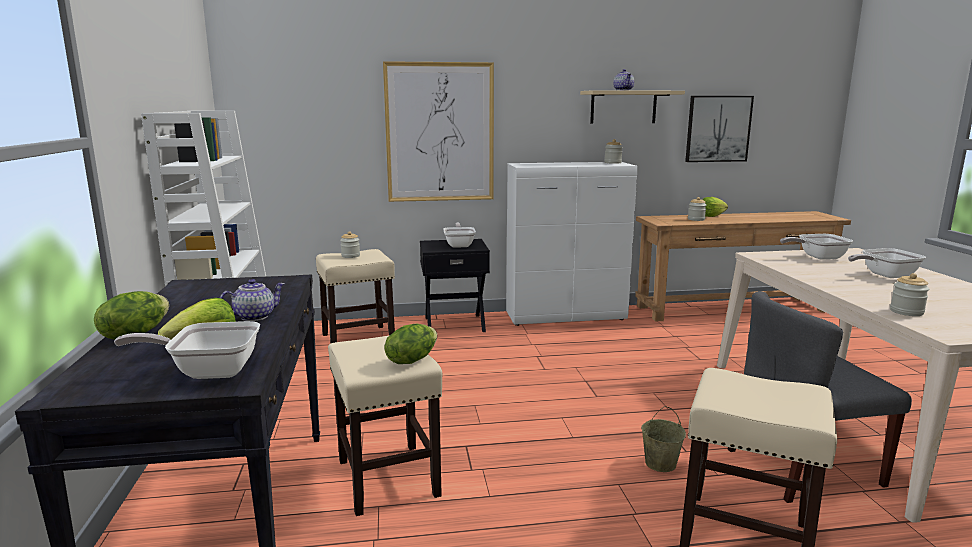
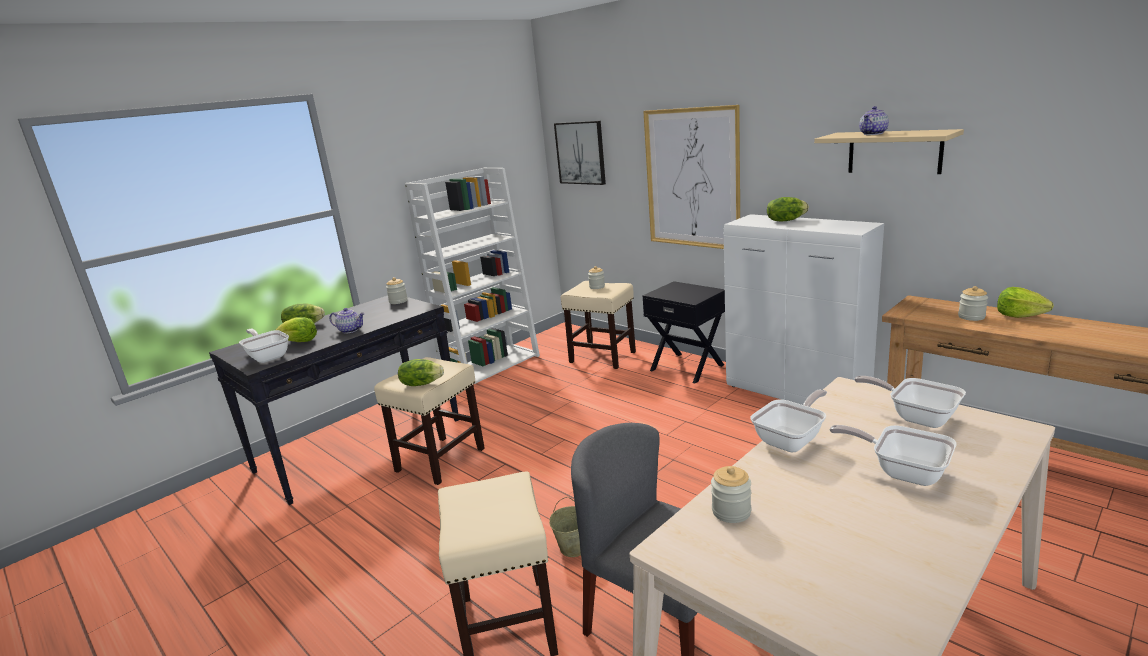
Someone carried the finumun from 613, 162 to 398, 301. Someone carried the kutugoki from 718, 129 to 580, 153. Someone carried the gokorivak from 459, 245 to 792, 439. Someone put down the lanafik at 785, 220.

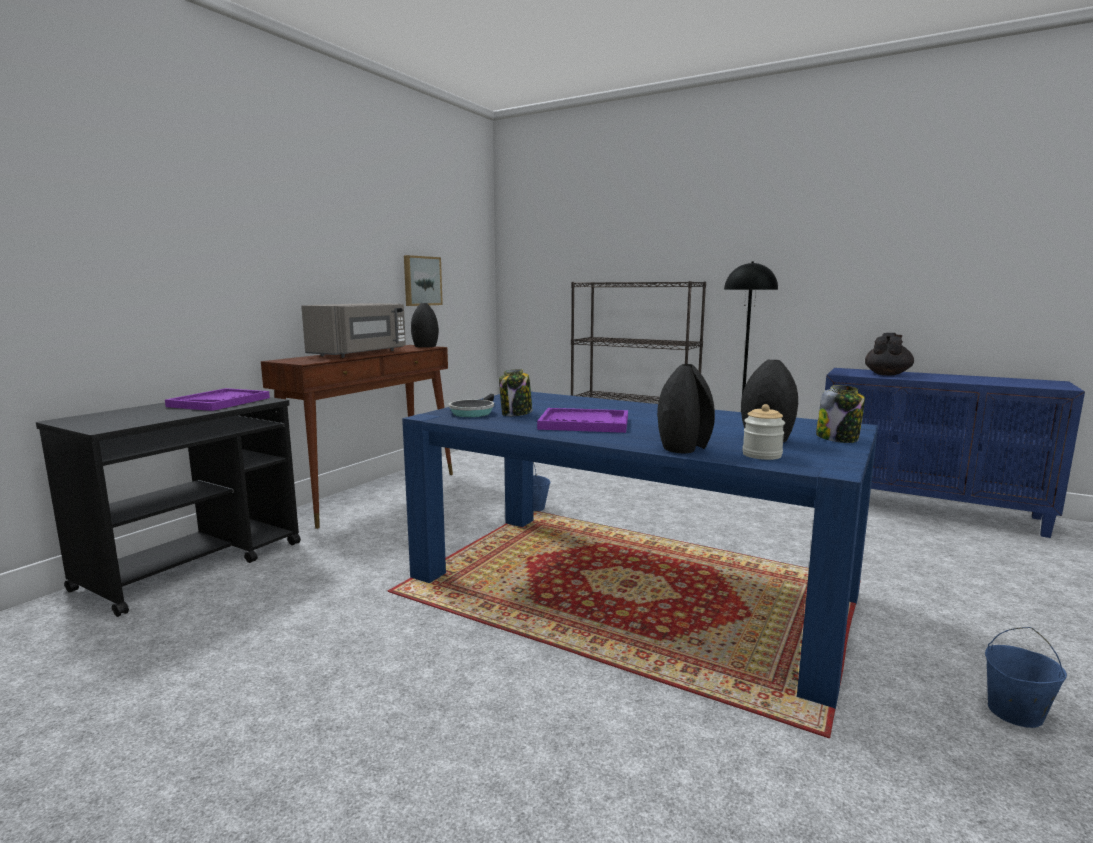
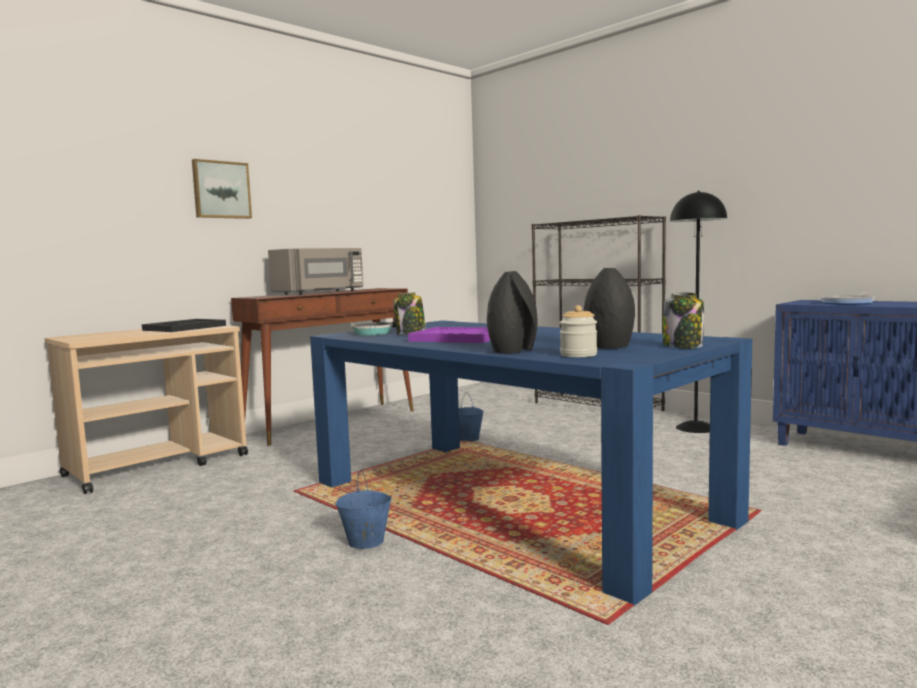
Someone repainted the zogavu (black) at 195, 565, which became the zogavu (beige) at 159, 465. Someone repainted the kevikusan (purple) at 219, 402, which became the kevikusan (black) at 185, 328. Someone carried the kutugoki from 421, 281 to 221, 190. Someone carried the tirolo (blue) from 1014, 713 to 365, 542. Someone swapped the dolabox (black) at 887, 374 for the gokorivak at 849, 303. Someone took away the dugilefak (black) at 424, 347.

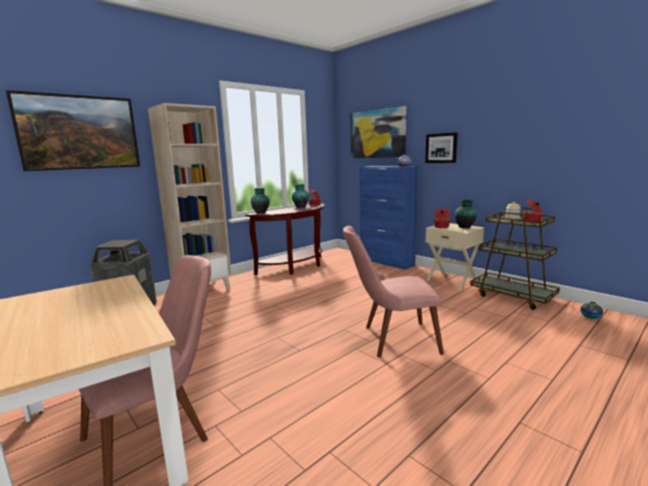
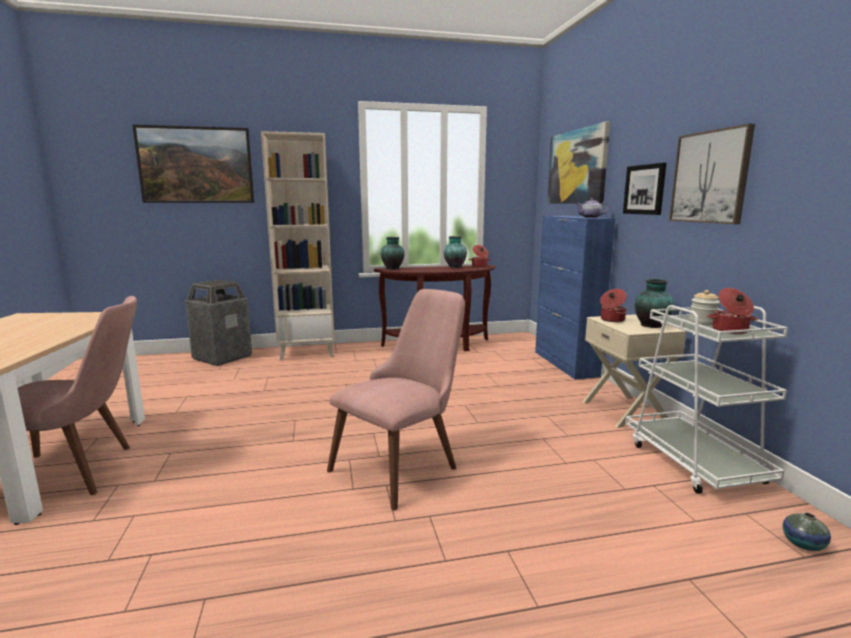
Someone rotated the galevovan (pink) at 390, 340 by 105 degrees clockwise. Someone repainted the zogavu (brown) at 512, 296, which became the zogavu (white) at 693, 462. Someone put up the kutugoki at 710, 177.

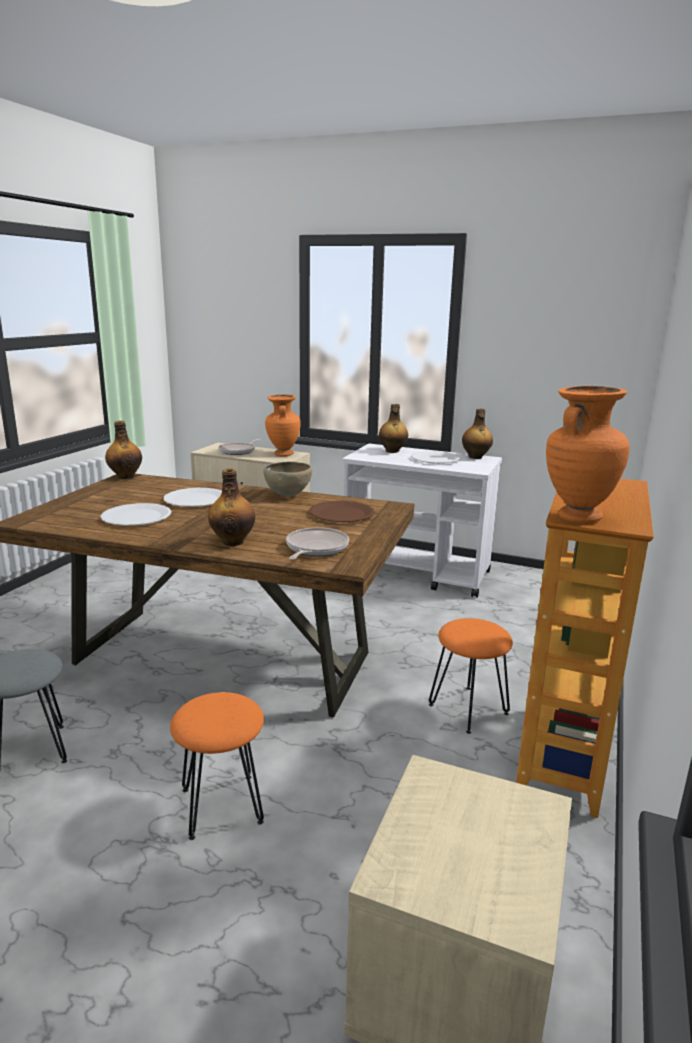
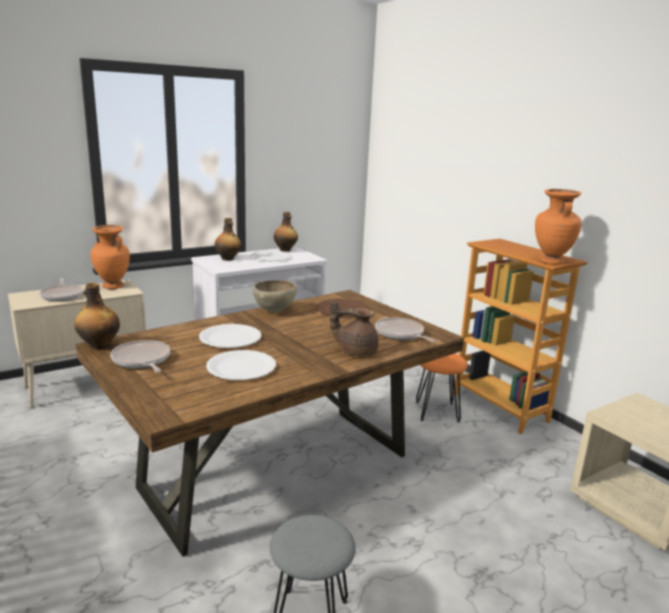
Someone put down the gokorivak at 142, 360. Someone swapped the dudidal at 233, 542 for the dolabox (brown) at 355, 351. Someone took away the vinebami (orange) at 220, 806.

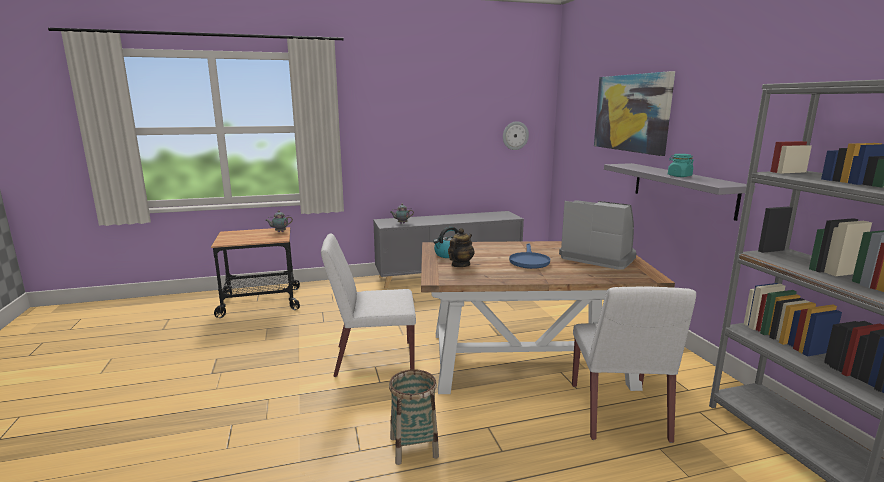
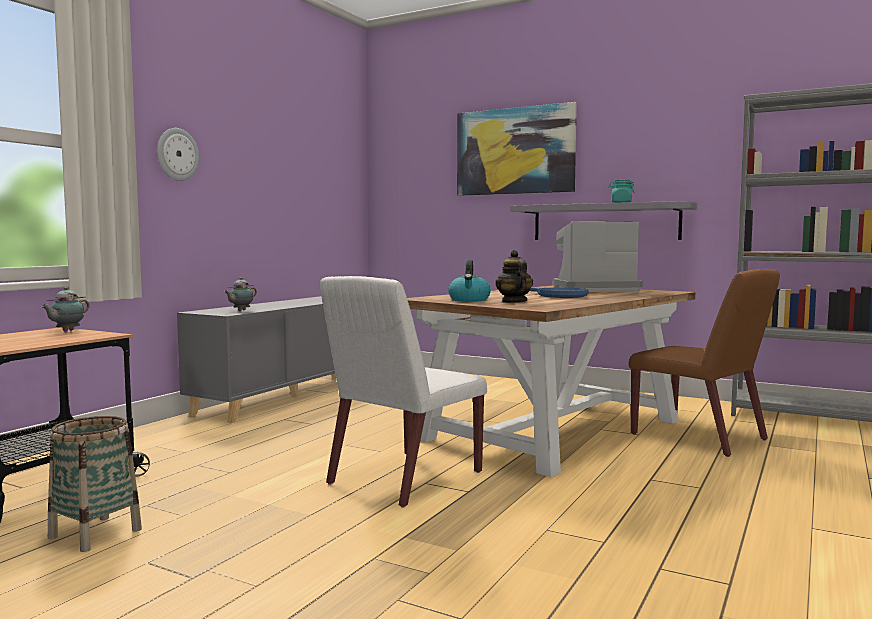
Someone carried the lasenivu from 414, 447 to 95, 533. Someone carried the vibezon from 515, 135 to 177, 154. Someone repainted the galevovan (white) at 618, 412, which became the galevovan (brown) at 700, 437.

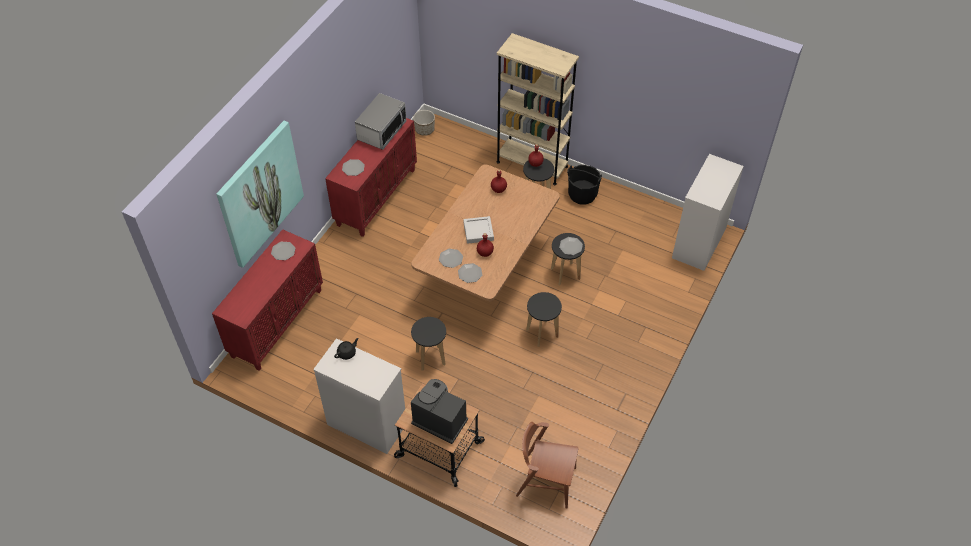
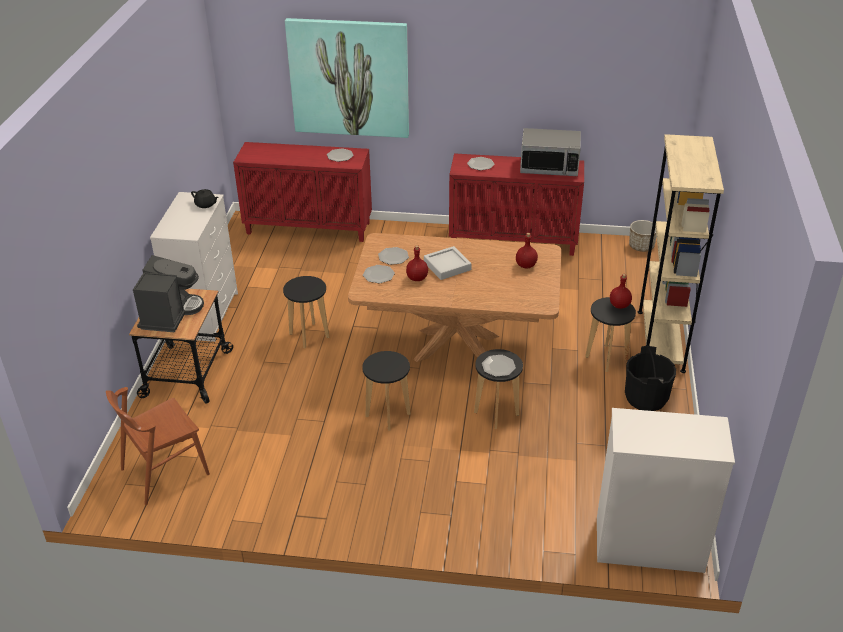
Someone rotated the galevovan (brown) at 546, 481 by 120 degrees counterclockwise.

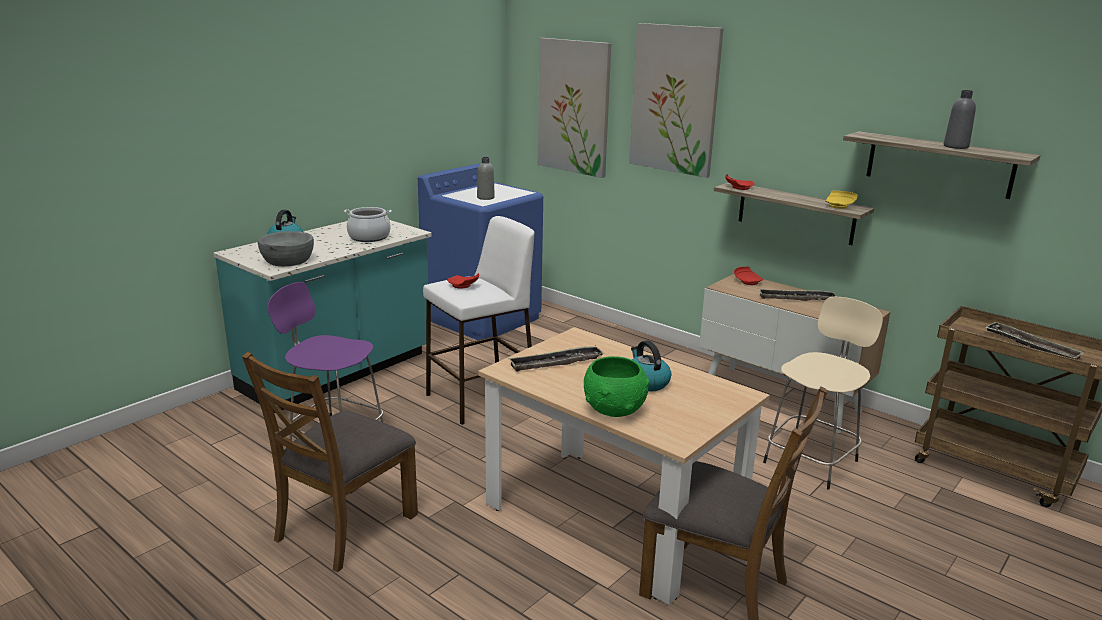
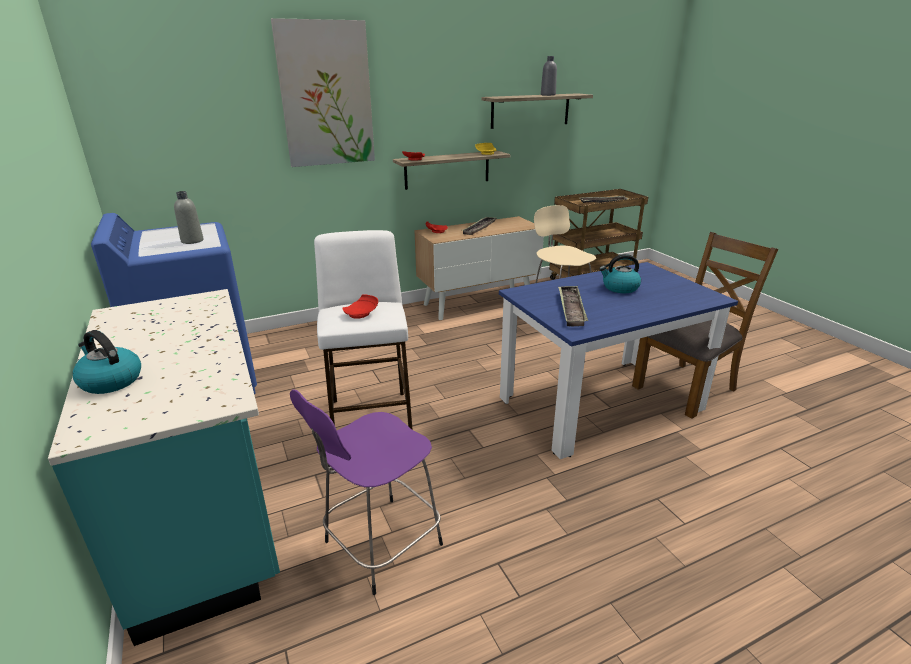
Someone repainted the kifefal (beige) at 612, 519, which became the kifefal (blue) at 600, 404. Someone took away the galevovan (brown) at 344, 527. Someone took away the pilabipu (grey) at 288, 260. Someone took away the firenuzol at 369, 237. Someone took away the kutugoki at 574, 107. Someone took away the pilabipu (green) at 615, 410.

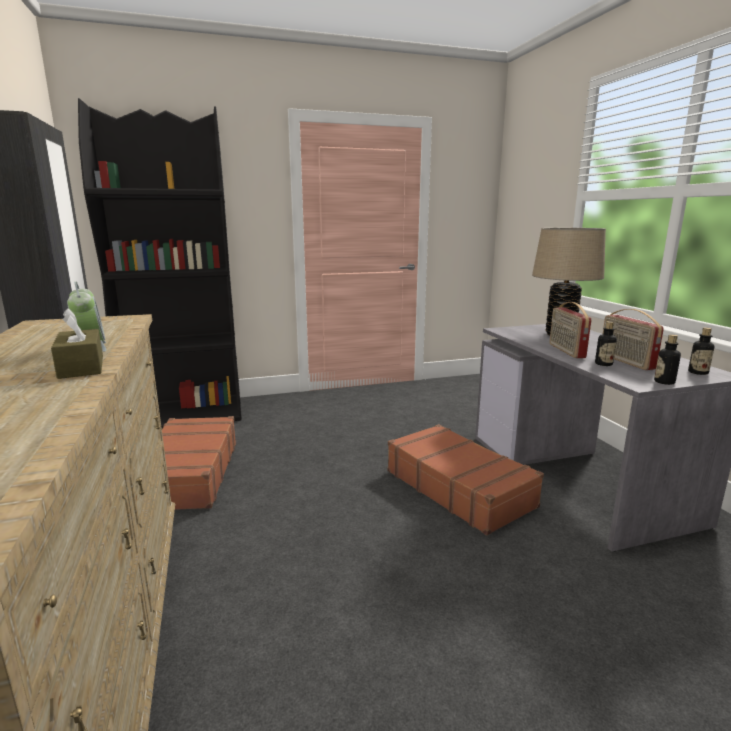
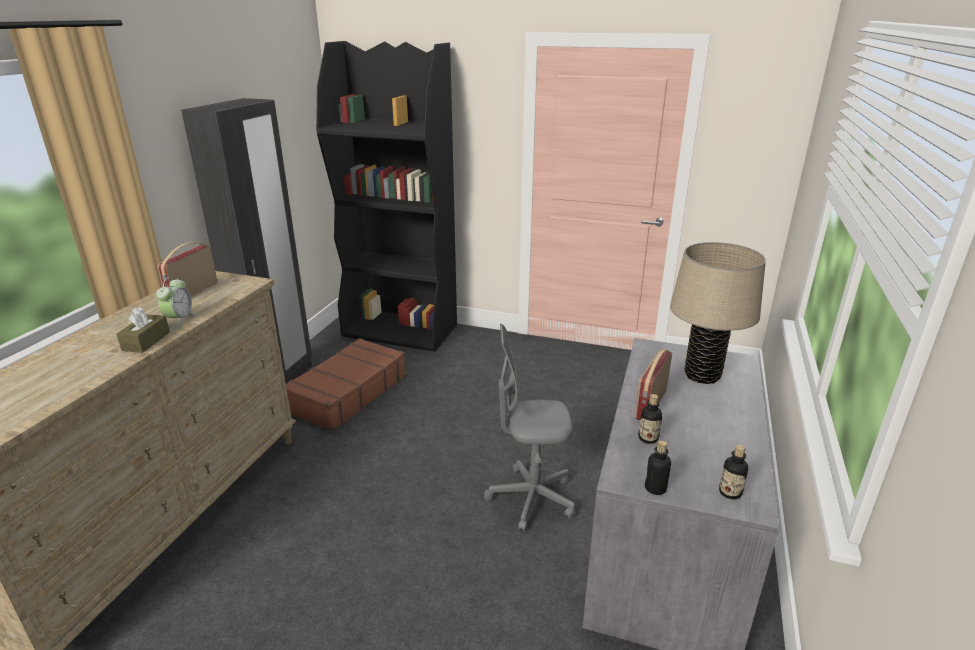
Someone carried the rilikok from 625, 362 to 192, 292. Someone swapped the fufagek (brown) at 459, 488 for the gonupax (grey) at 531, 498.

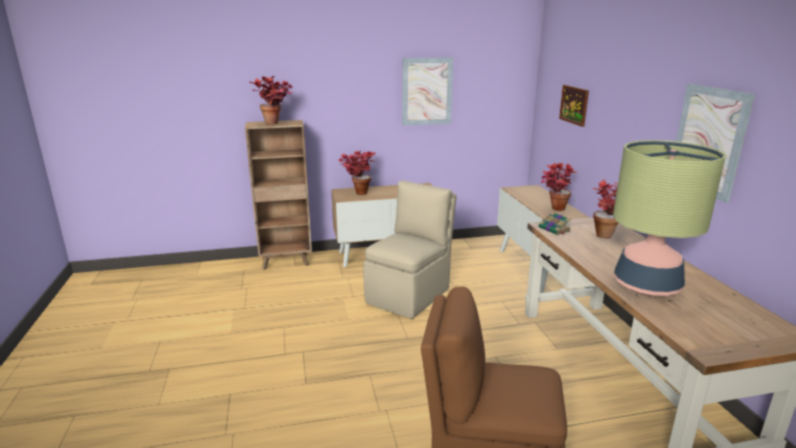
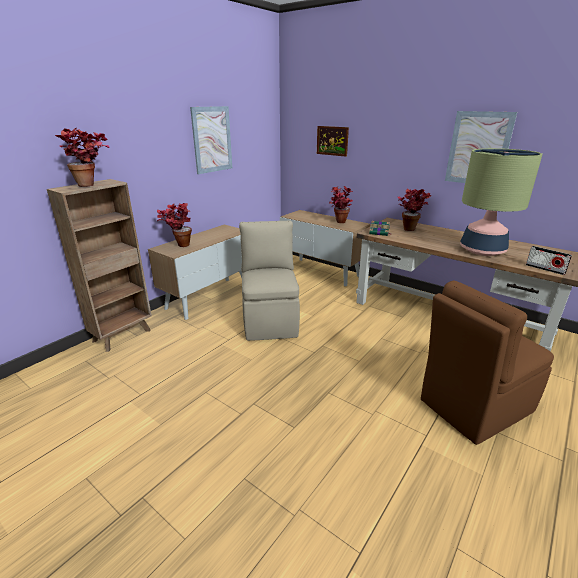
Someone put down the rilikok at 545, 269.

